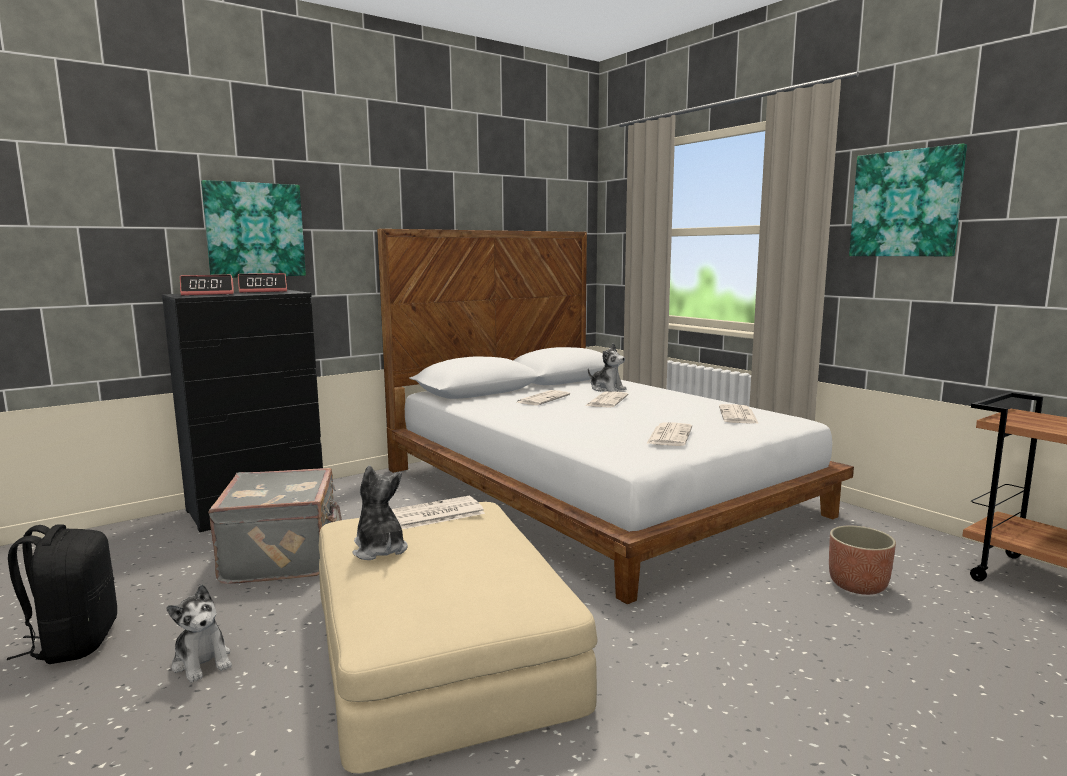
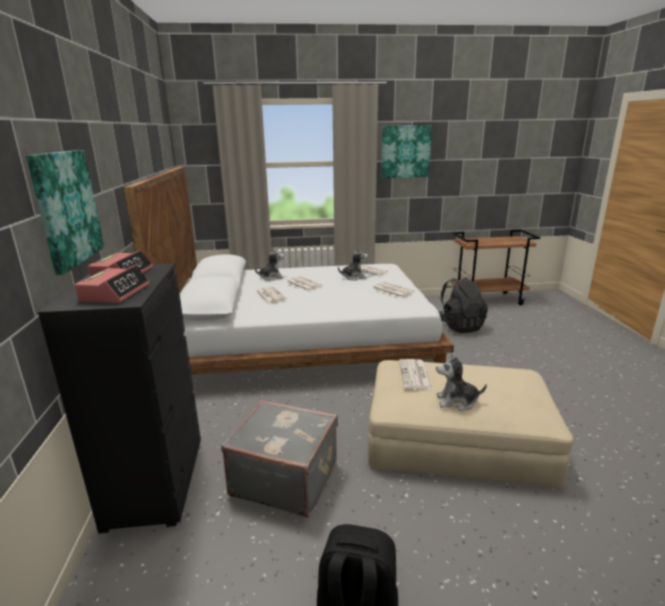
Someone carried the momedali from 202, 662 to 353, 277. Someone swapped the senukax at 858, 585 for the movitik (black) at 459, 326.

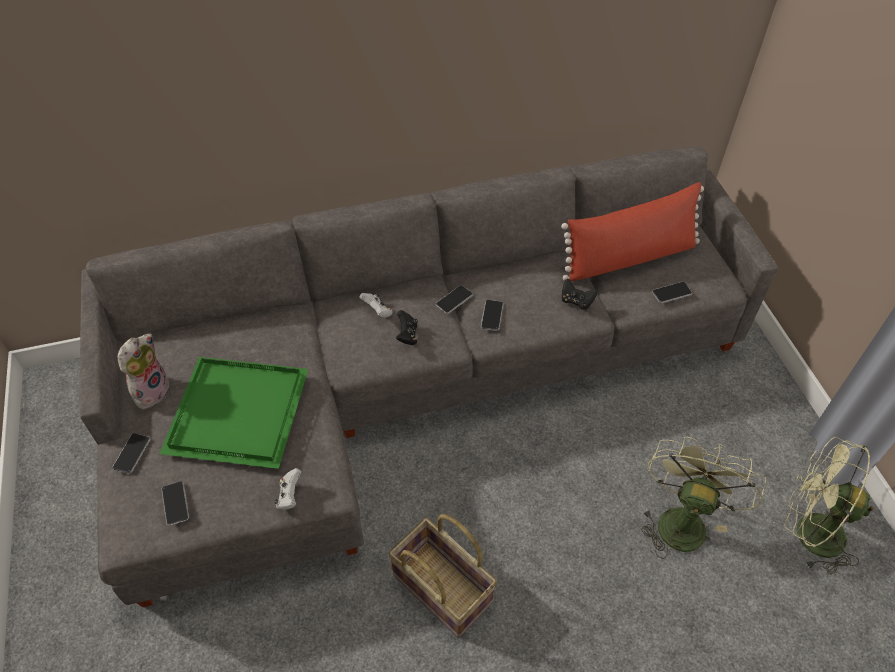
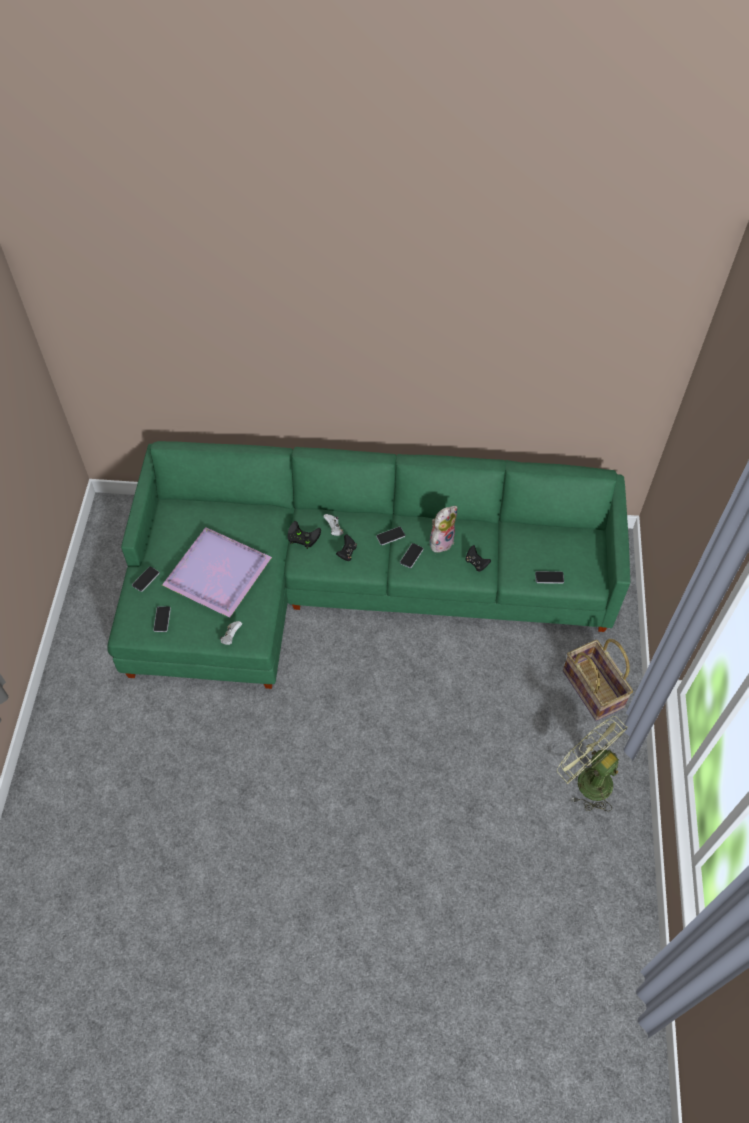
Someone repainted the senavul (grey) at 403, 382, which became the senavul (green) at 349, 581. Someone repainted the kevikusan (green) at 235, 414, which became the kevikusan (purple) at 215, 573. Someone put down the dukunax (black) at 301, 537. Someone carried the momedali from 151, 390 to 441, 541. Someone carried the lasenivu from 443, 588 to 594, 689. Someone took away the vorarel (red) at 629, 257. Someone took away the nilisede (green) at 682, 519.

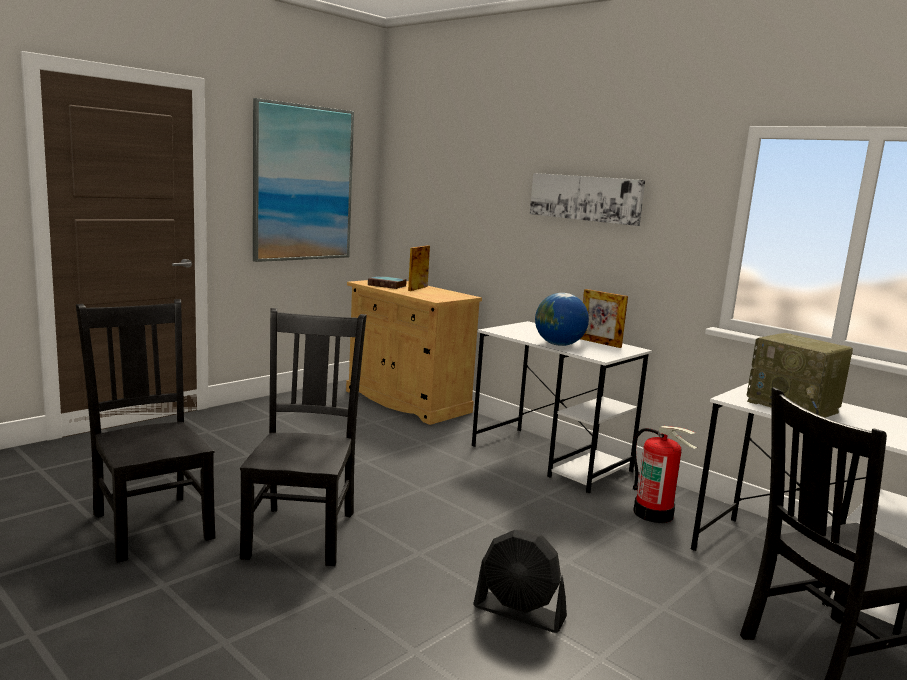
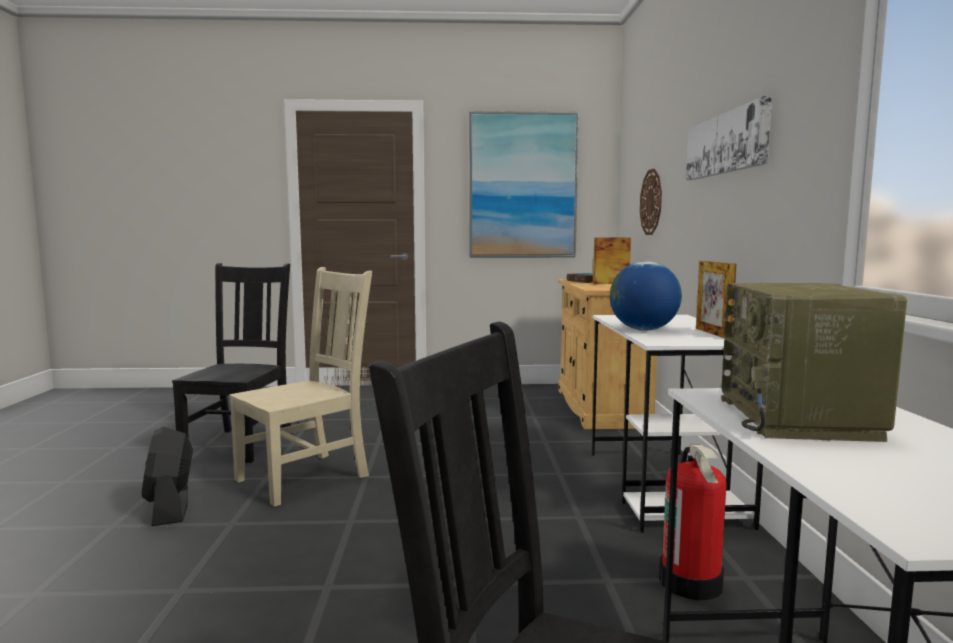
Someone carried the nilisede (black) from 519, 612 to 170, 508. Someone repainted the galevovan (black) at 302, 532, which became the galevovan (beige) at 307, 477. Someone put up the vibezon at 651, 202.

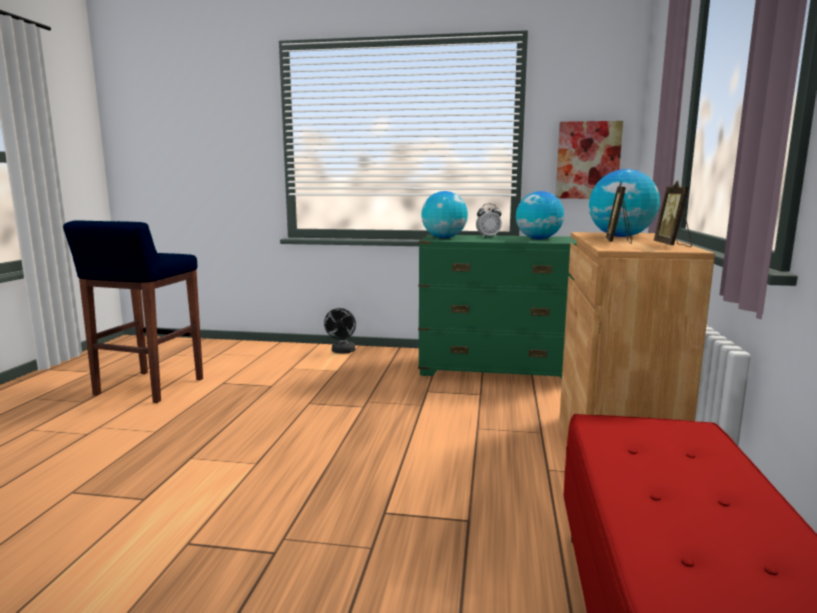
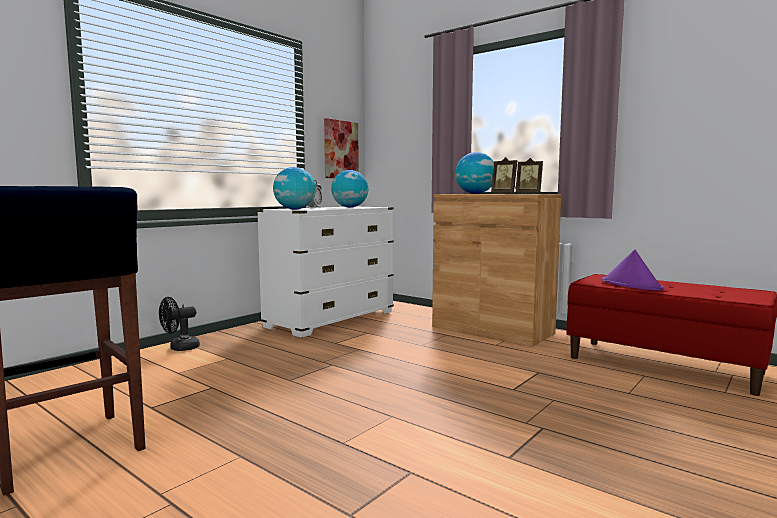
Someone rotated the nilisede (black) at 342, 352 by 105 degrees clockwise. Someone repainted the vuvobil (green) at 497, 370, which became the vuvobil (white) at 331, 320. Someone put down the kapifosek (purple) at 631, 285.

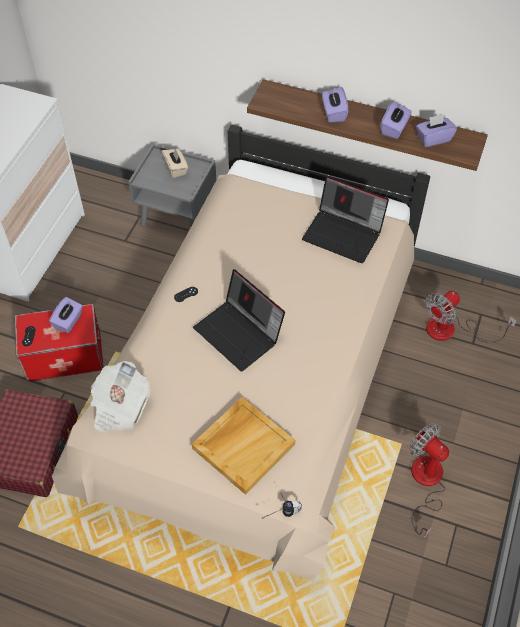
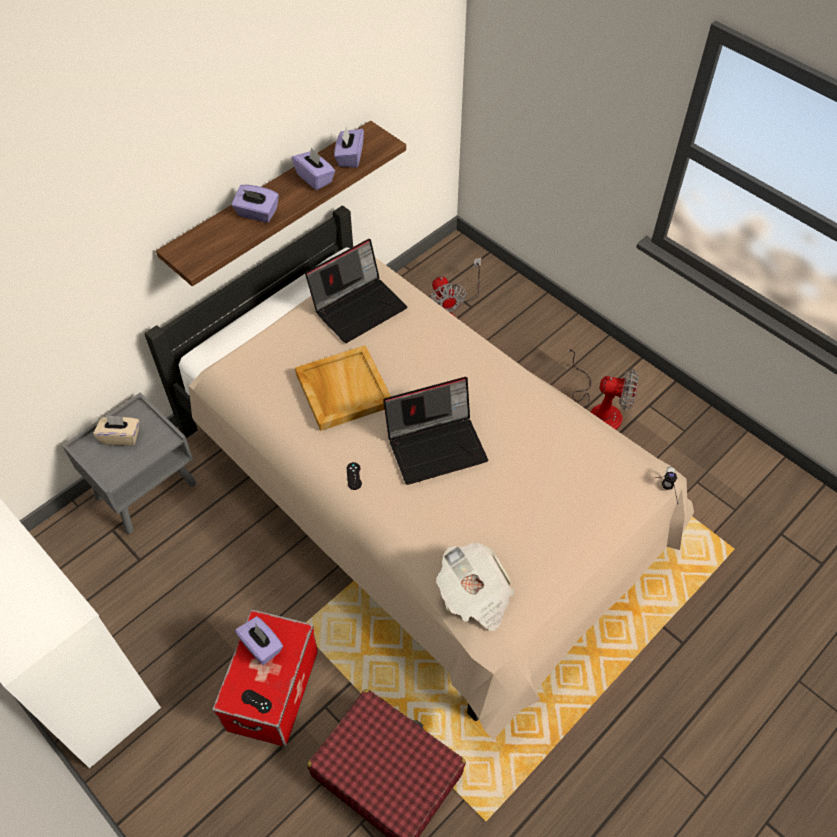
Someone carried the kevikusan (beige) from 243, 445 to 342, 389. Someone rotated the nilisede at 425, 483 by 150 degrees counterclockwise.

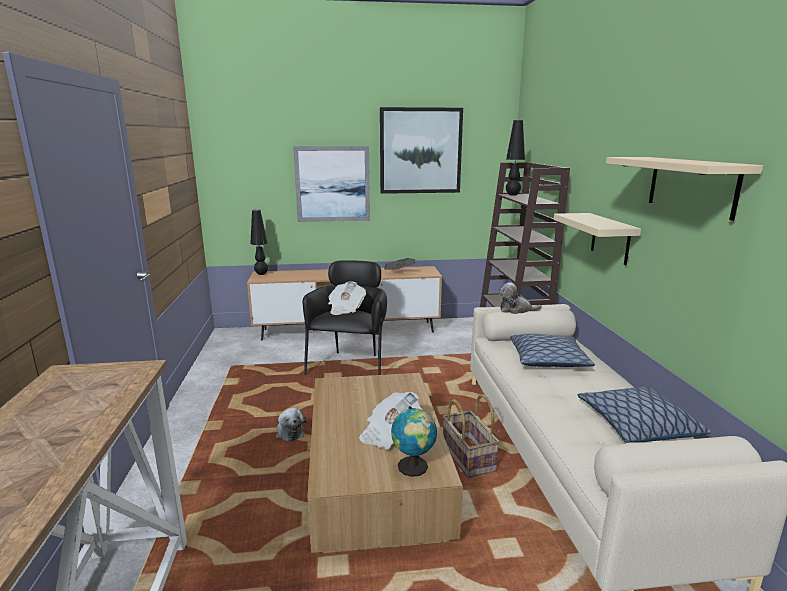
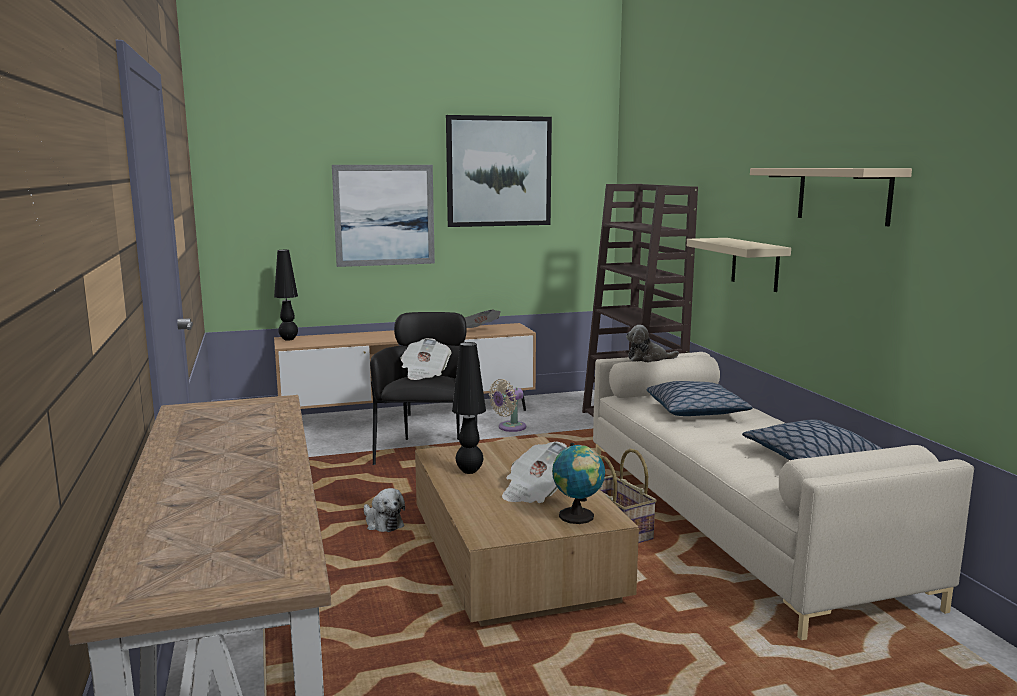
Someone carried the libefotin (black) from 512, 195 to 469, 471. Someone put down the nilisede (beige) at 509, 427.

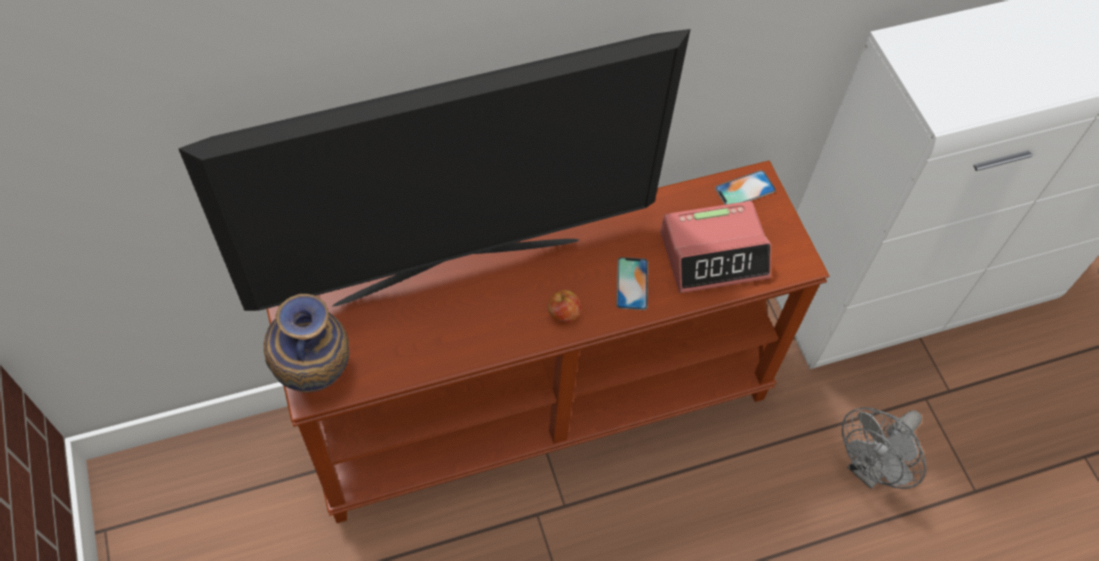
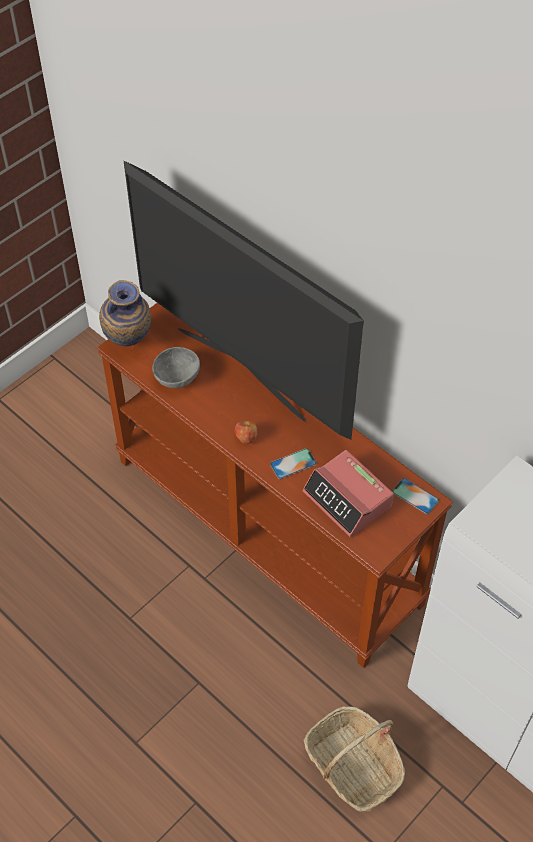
Someone put down the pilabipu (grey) at 176, 377. Someone swapped the nilisede (grey) at 869, 469 for the lasenivu at 353, 765.

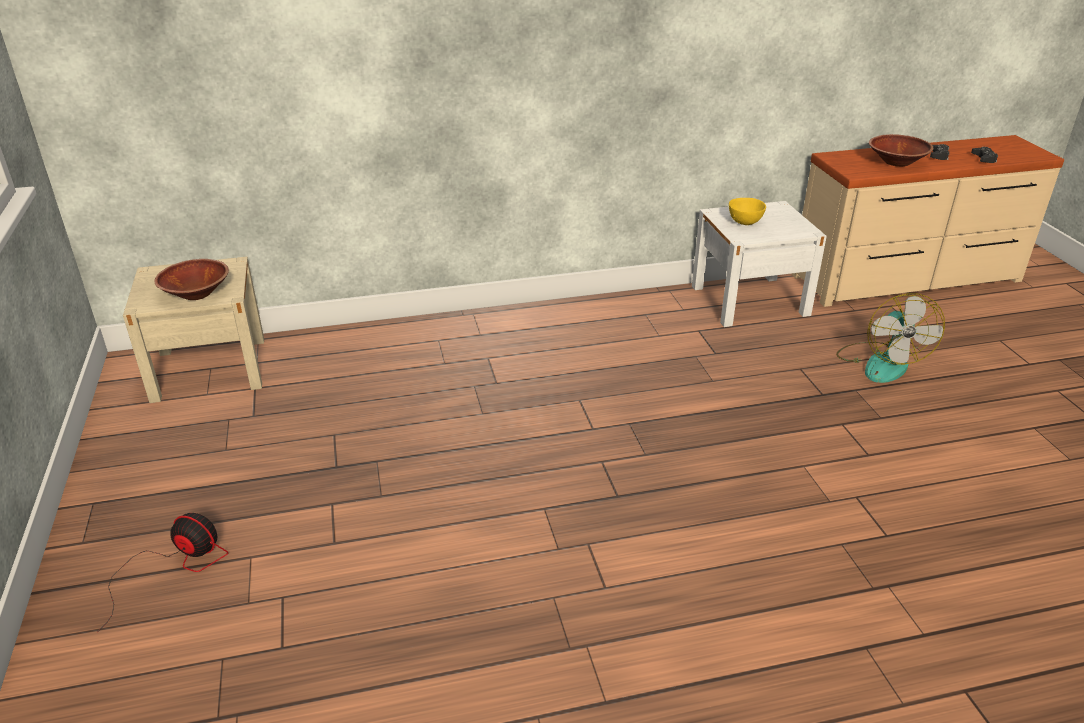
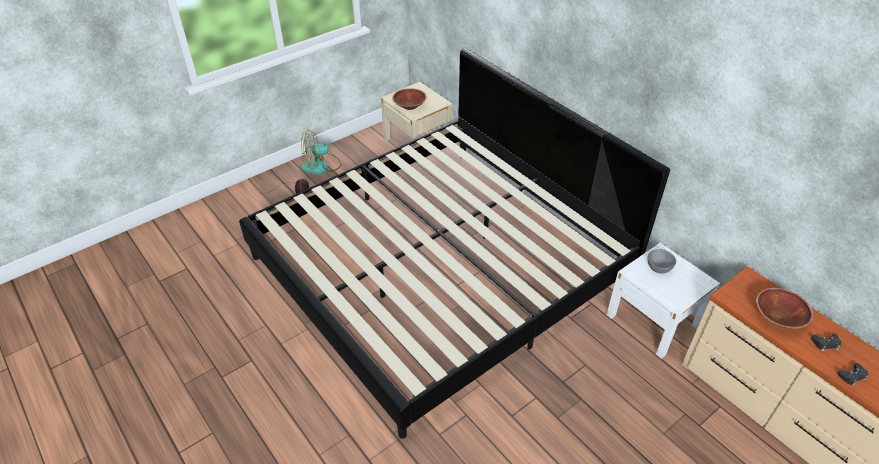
Someone put down the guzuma at 439, 267. Someone carried the nilisede from 881, 362 to 321, 166. Someone repainted the pilabipu (yellow) at 745, 223, which became the pilabipu (grey) at 658, 269.

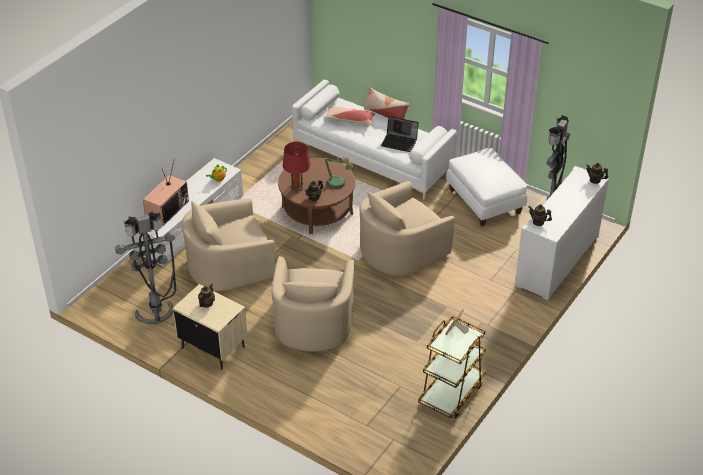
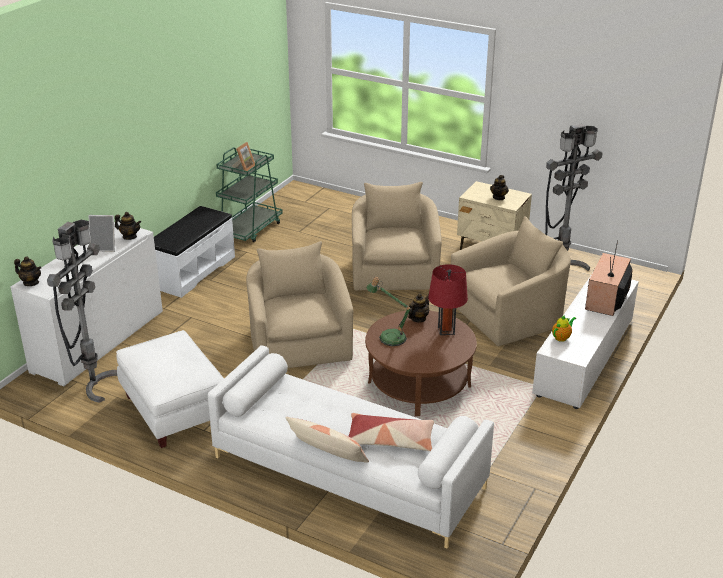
Someone put down the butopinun at 104, 247. Someone put down the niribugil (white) at 192, 271. Someone repainted the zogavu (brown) at 451, 393, which became the zogavu (green) at 250, 229. Someone rotated the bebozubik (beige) at 401, 250 by 60 degrees counterclockwise. Someone took away the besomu at 400, 142.

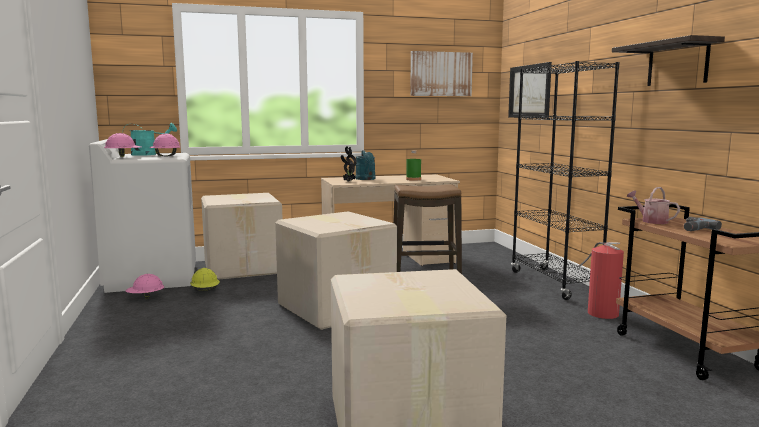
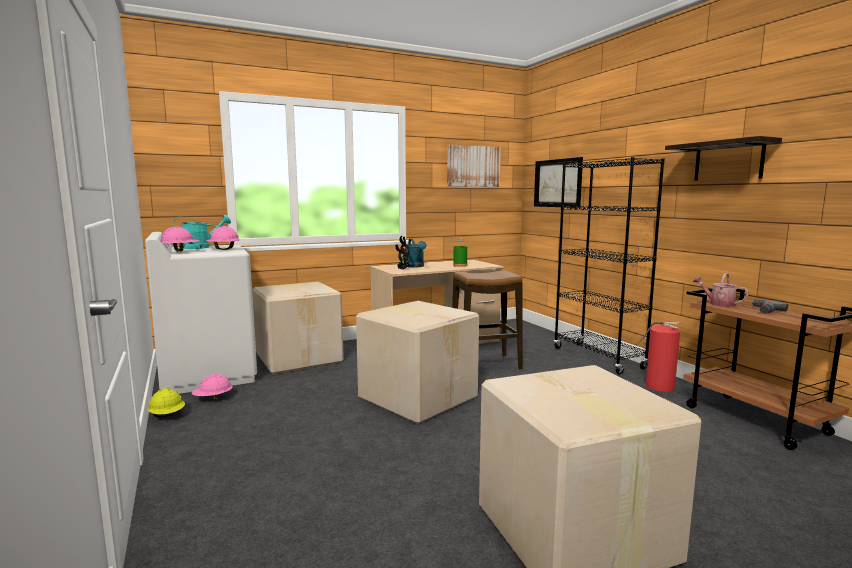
Someone carried the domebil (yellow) from 205, 291 to 167, 416.

